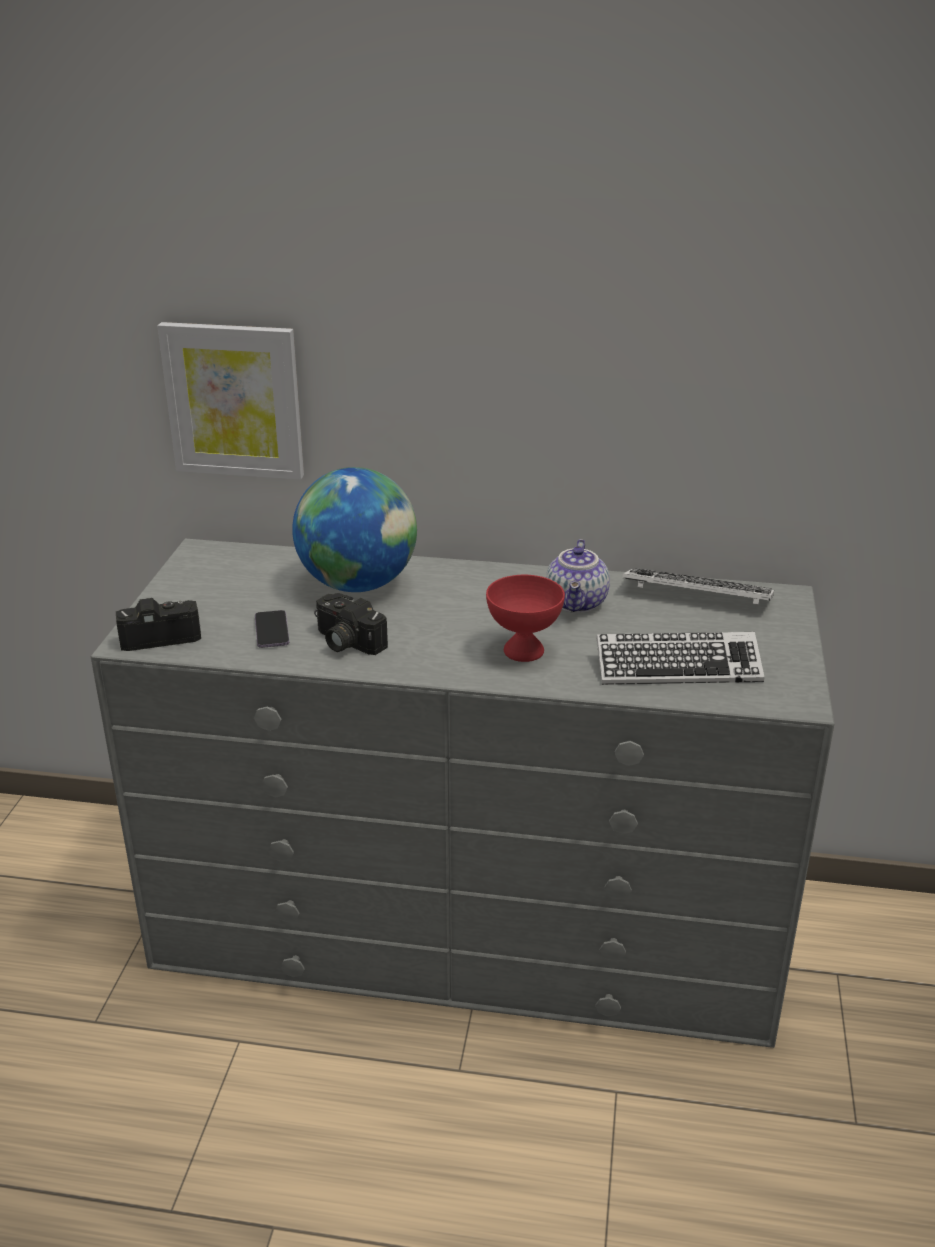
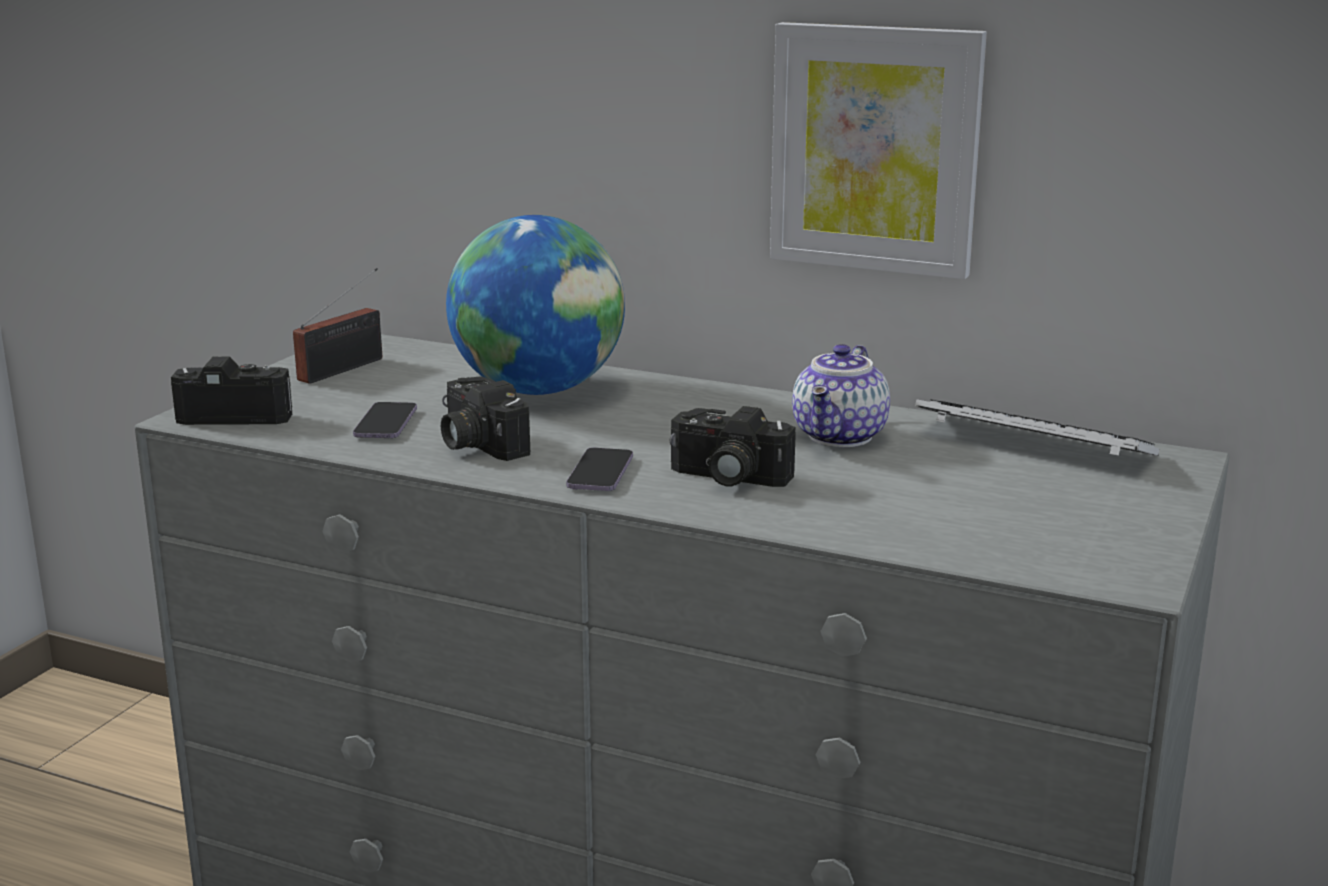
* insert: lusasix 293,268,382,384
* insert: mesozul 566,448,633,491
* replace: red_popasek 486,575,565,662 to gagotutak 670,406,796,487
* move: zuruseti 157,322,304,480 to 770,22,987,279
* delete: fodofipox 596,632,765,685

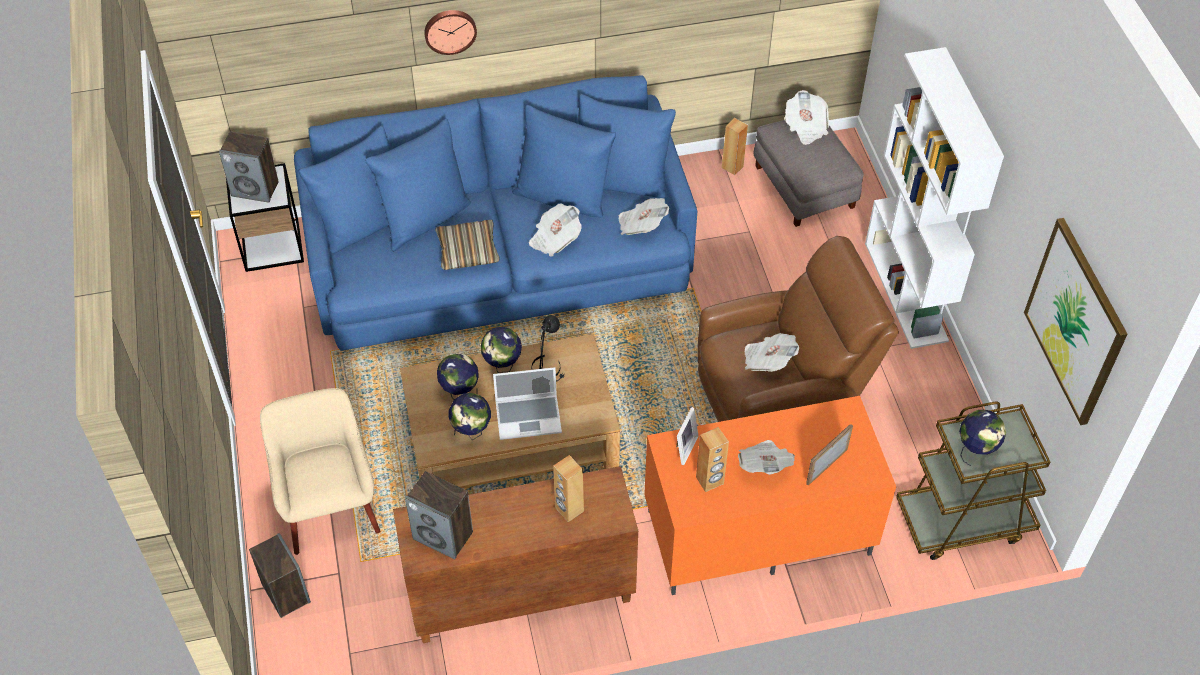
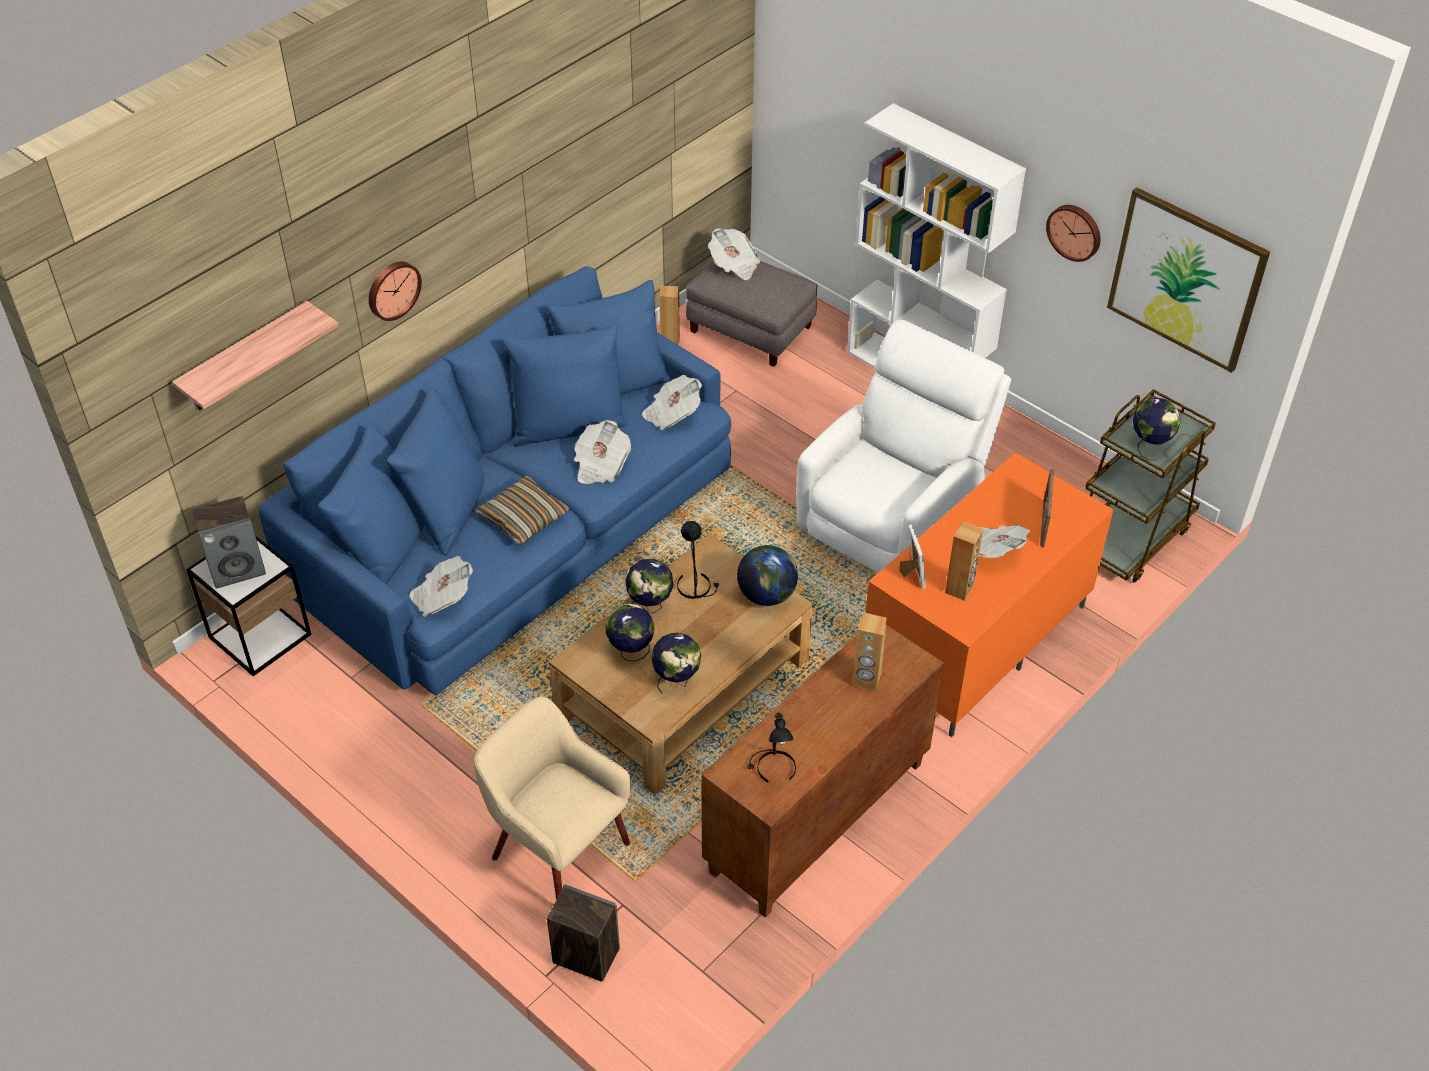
* insert: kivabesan 172,301,339,410
* move: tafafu 745,333,799,372 to 409,556,473,617
* insert: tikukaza 737,545,798,606
* replace: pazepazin 405,471,473,559 to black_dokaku 747,713,796,782
* recolor: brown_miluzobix 698,236,899,422 to white_miluzobix 796,320,1011,573
* insert: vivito 1046,205,1101,262
* delete: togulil 493,367,562,440

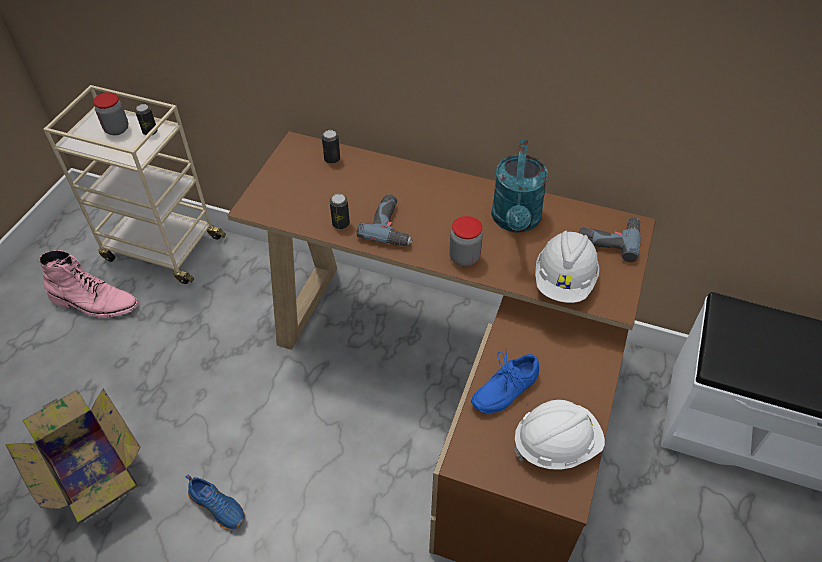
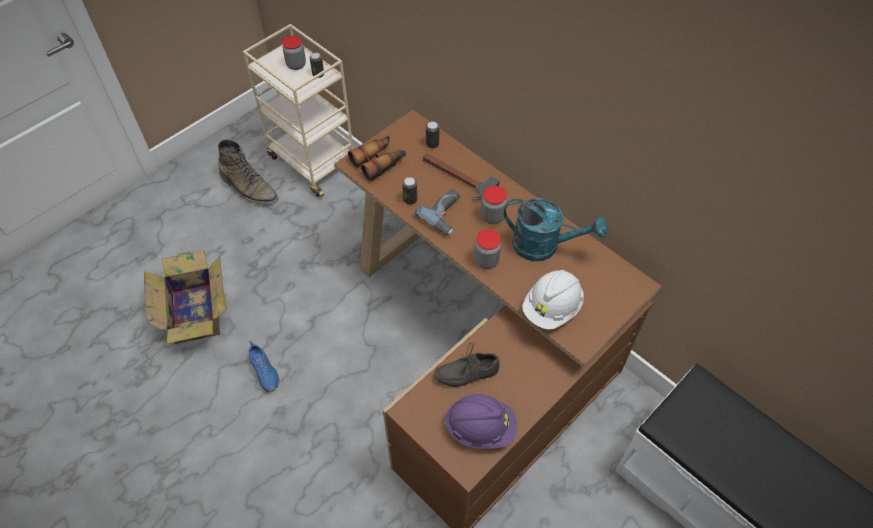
* recolor: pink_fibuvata 39,250,139,318 to green_fibuvata 218,139,278,205
* insert: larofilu 348,136,406,182
* insert: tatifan 423,153,500,200
* recolor: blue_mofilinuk 471,349,539,413 to grey_mofilinuk 434,343,500,387
* recolor: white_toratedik 514,400,605,470 to purple_toratedik 444,394,517,449
* insert: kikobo 481,186,507,224
* rotate: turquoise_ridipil 491,140,548,233 = 504,198,607,261 105 degrees counterclockwise
* delete: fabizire 579,217,641,262

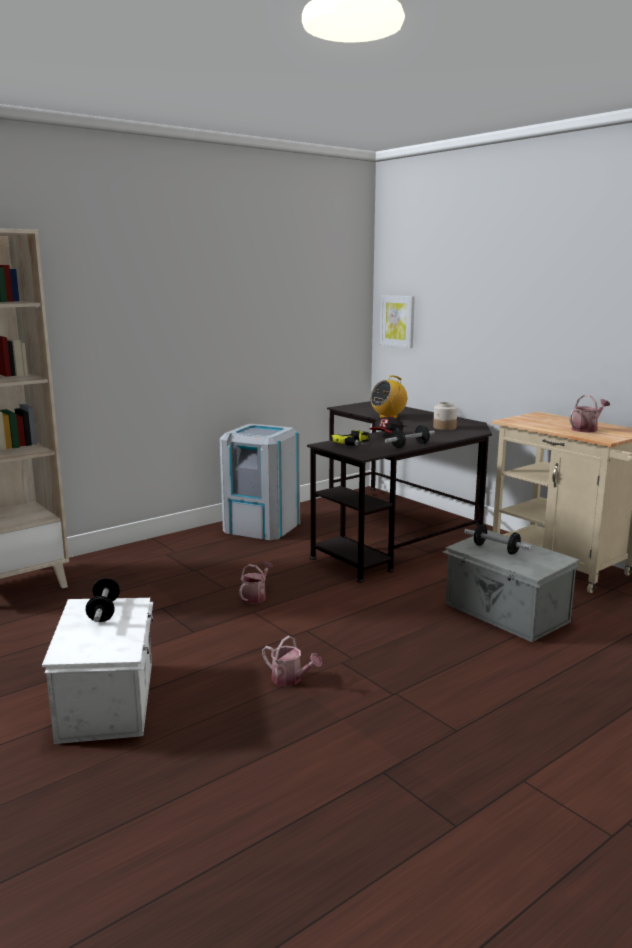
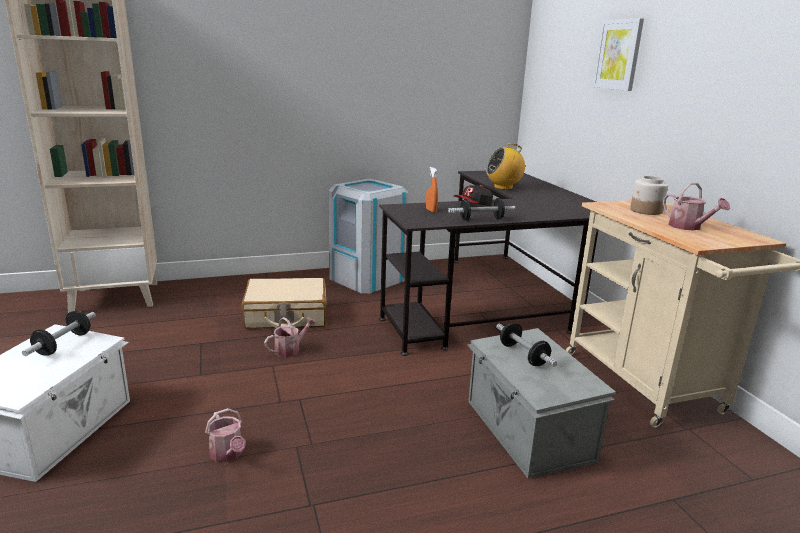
* insert: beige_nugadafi 242,278,326,329
* replace: fabizire 331,430,370,446 to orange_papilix 426,167,438,213
* move: zuruseti 380,295,415,348 to 593,18,644,91
* move: kikobo 433,402,457,430 to 630,176,668,215
* rotate: ridipil 569,395,610,433 = 663,182,730,231 75 degrees clockwise

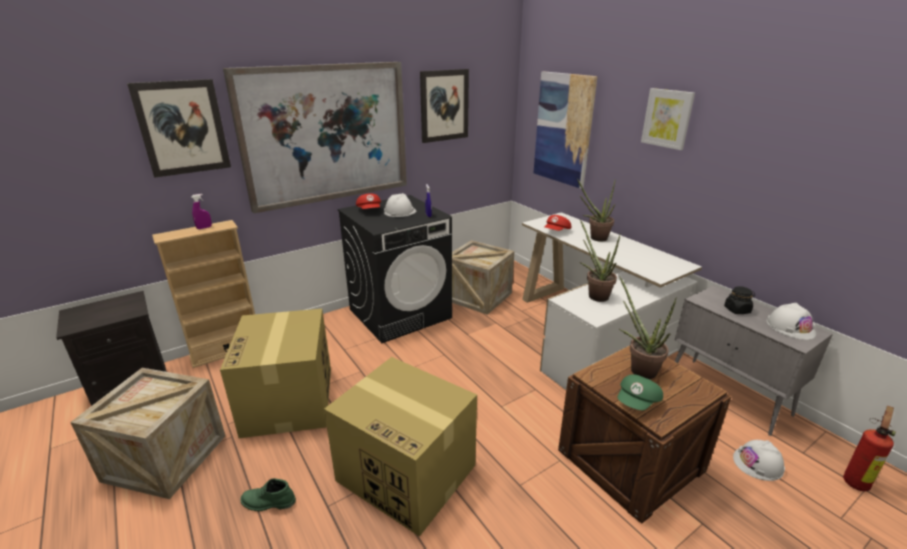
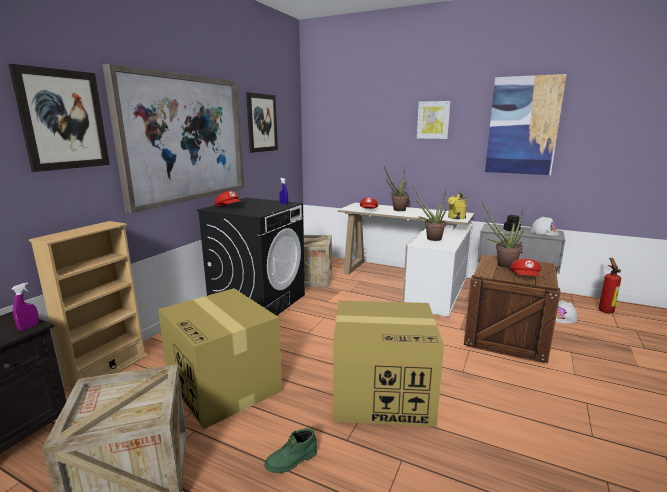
* move: purple_papilix 191,194,212,229 to 12,283,39,331
* insert: yellow_ridipil 448,193,467,219
* move: zuruseti 534,71,597,189 to 485,74,567,175
* recolor: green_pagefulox 617,374,663,410 to red_pagefulox 509,259,541,276
* delete: white_toratedik 384,193,416,217

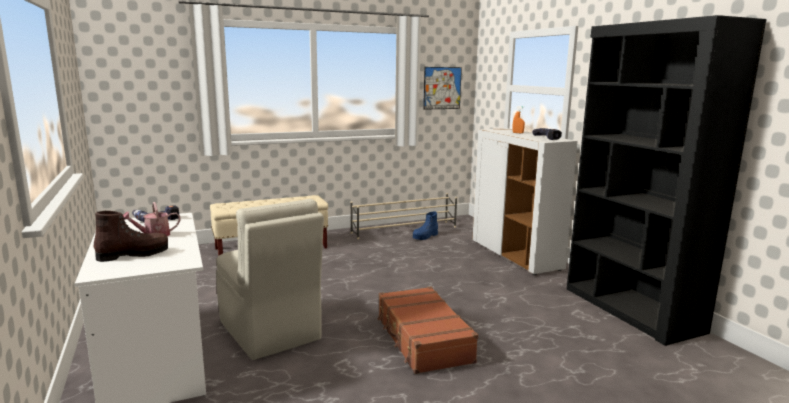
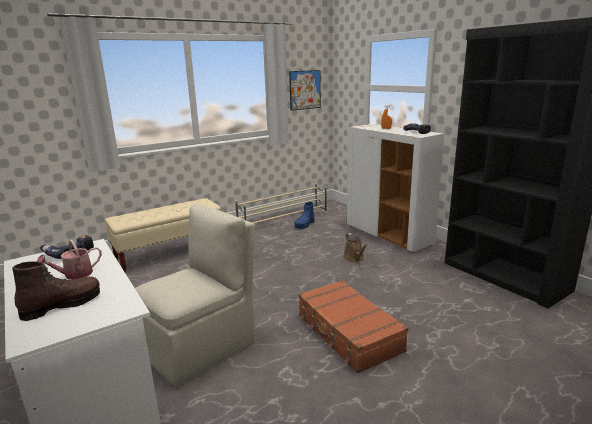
* rotate: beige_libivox 216,199,324,360 = 135,203,255,388 90 degrees counterclockwise
* insert: brown_ridipil 343,233,367,262

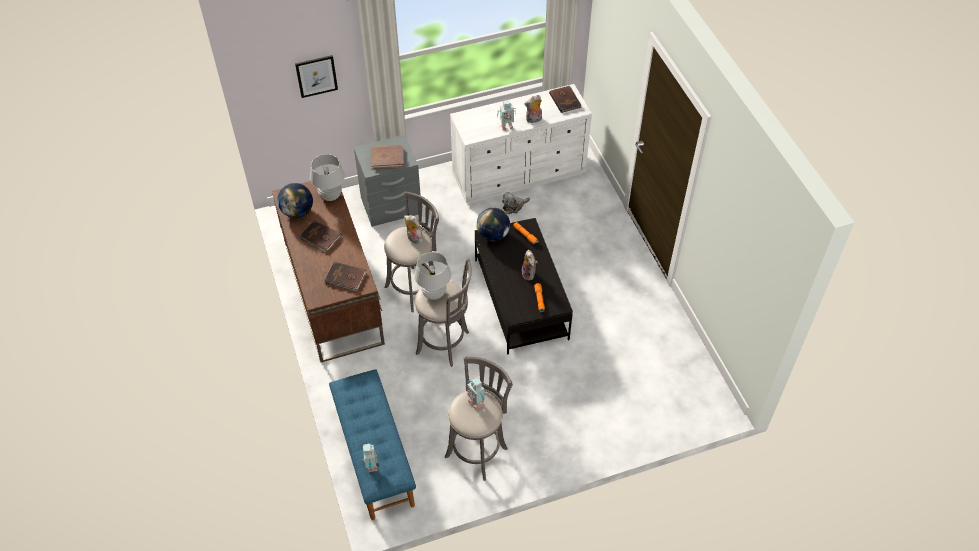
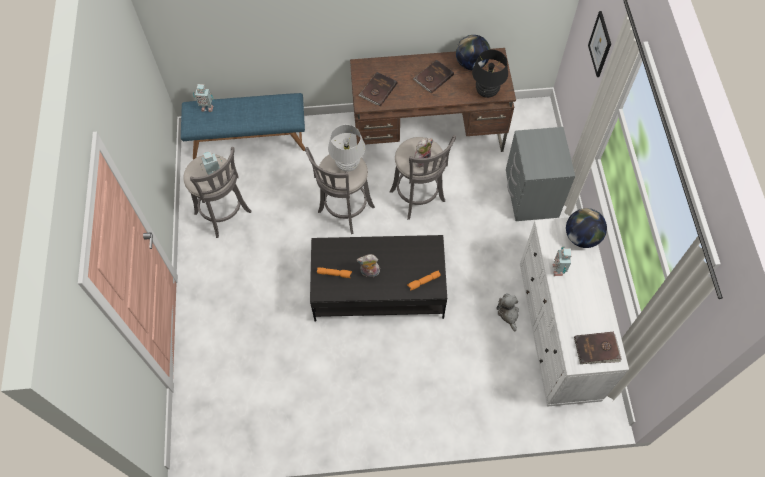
* recolor: white_dokaku 310,154,345,201 to black_dokaku 472,50,508,98
* move: tikukaza 476,208,510,241 to 566,208,607,248
* delete: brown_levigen 371,145,404,170
* delete: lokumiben 524,95,542,123

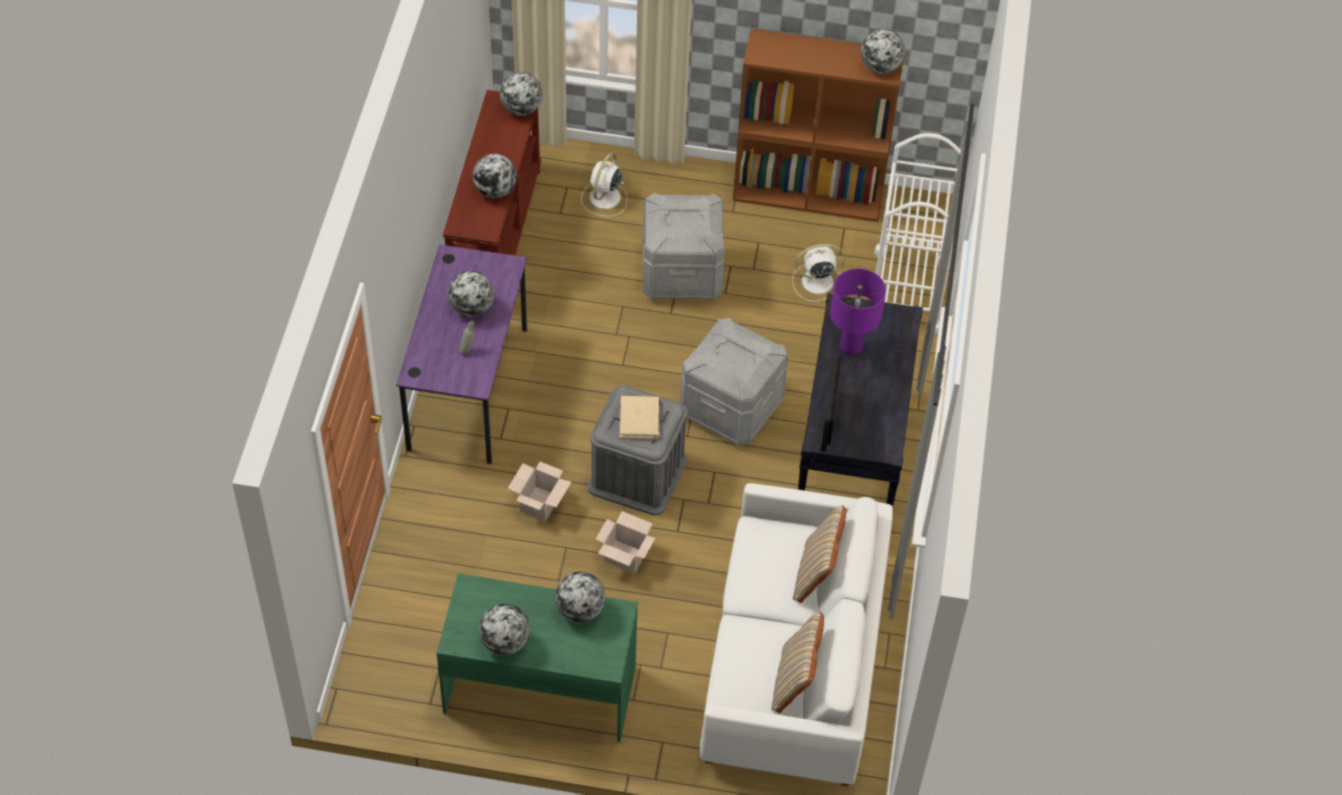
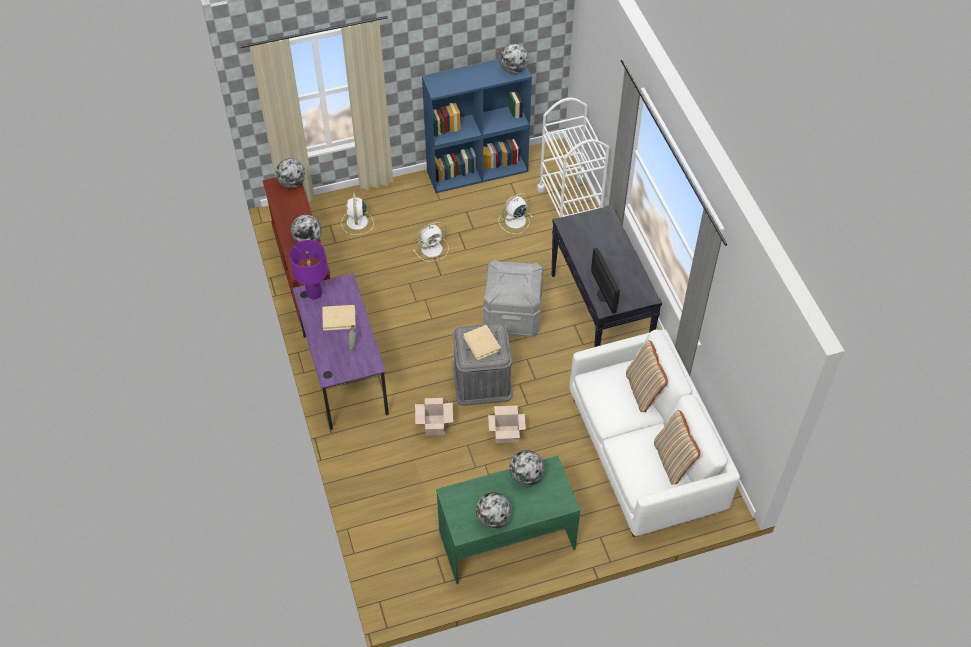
* move: purple_dokaku 830,269,886,356 to 289,240,328,299
* replace: tikukaza 448,271,494,317 to beige_levigen 323,305,356,331
* replace: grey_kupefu 643,193,725,300 to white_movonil 413,222,449,262
* recolor: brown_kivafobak 733,28,904,222 to blue_kivafobak 422,60,532,193

